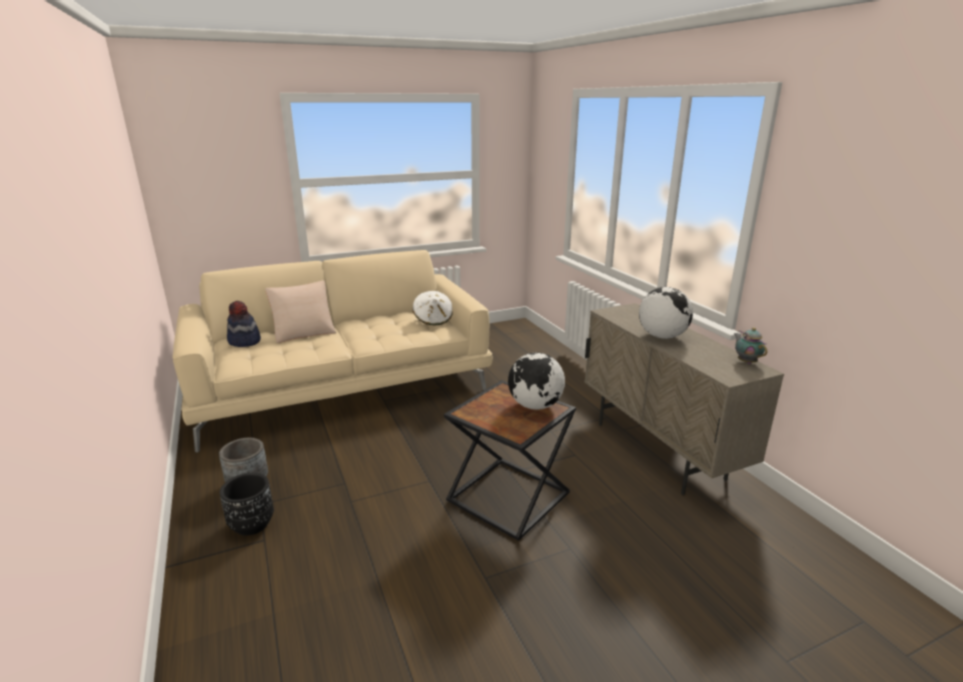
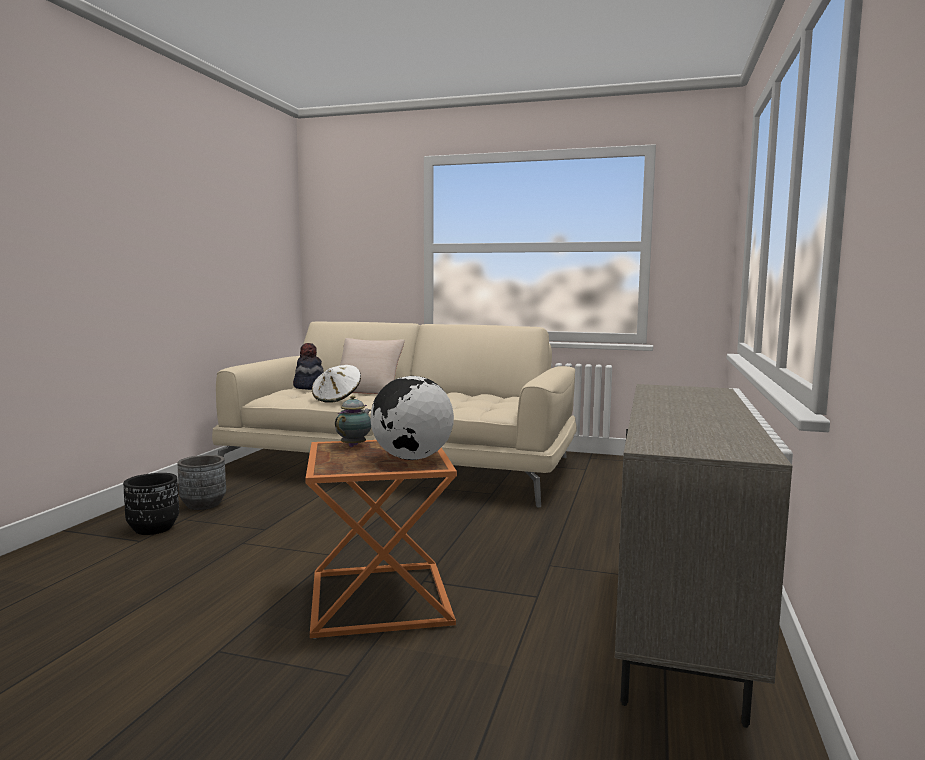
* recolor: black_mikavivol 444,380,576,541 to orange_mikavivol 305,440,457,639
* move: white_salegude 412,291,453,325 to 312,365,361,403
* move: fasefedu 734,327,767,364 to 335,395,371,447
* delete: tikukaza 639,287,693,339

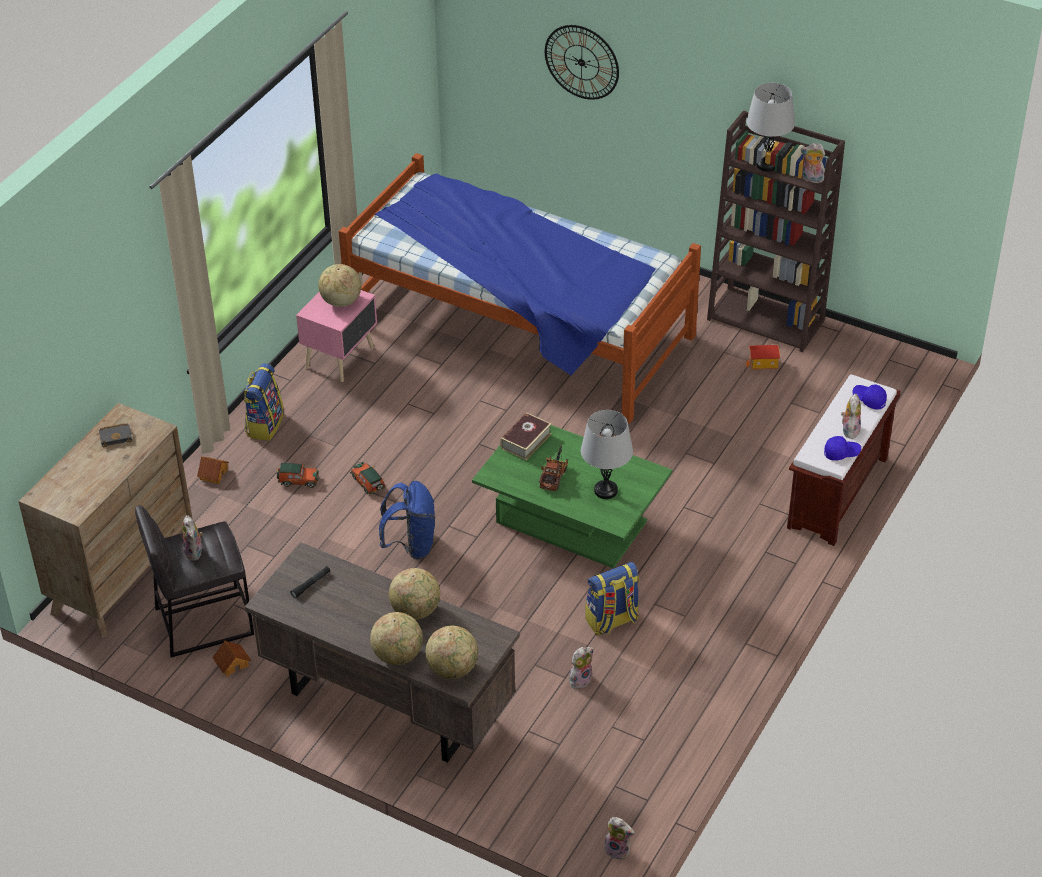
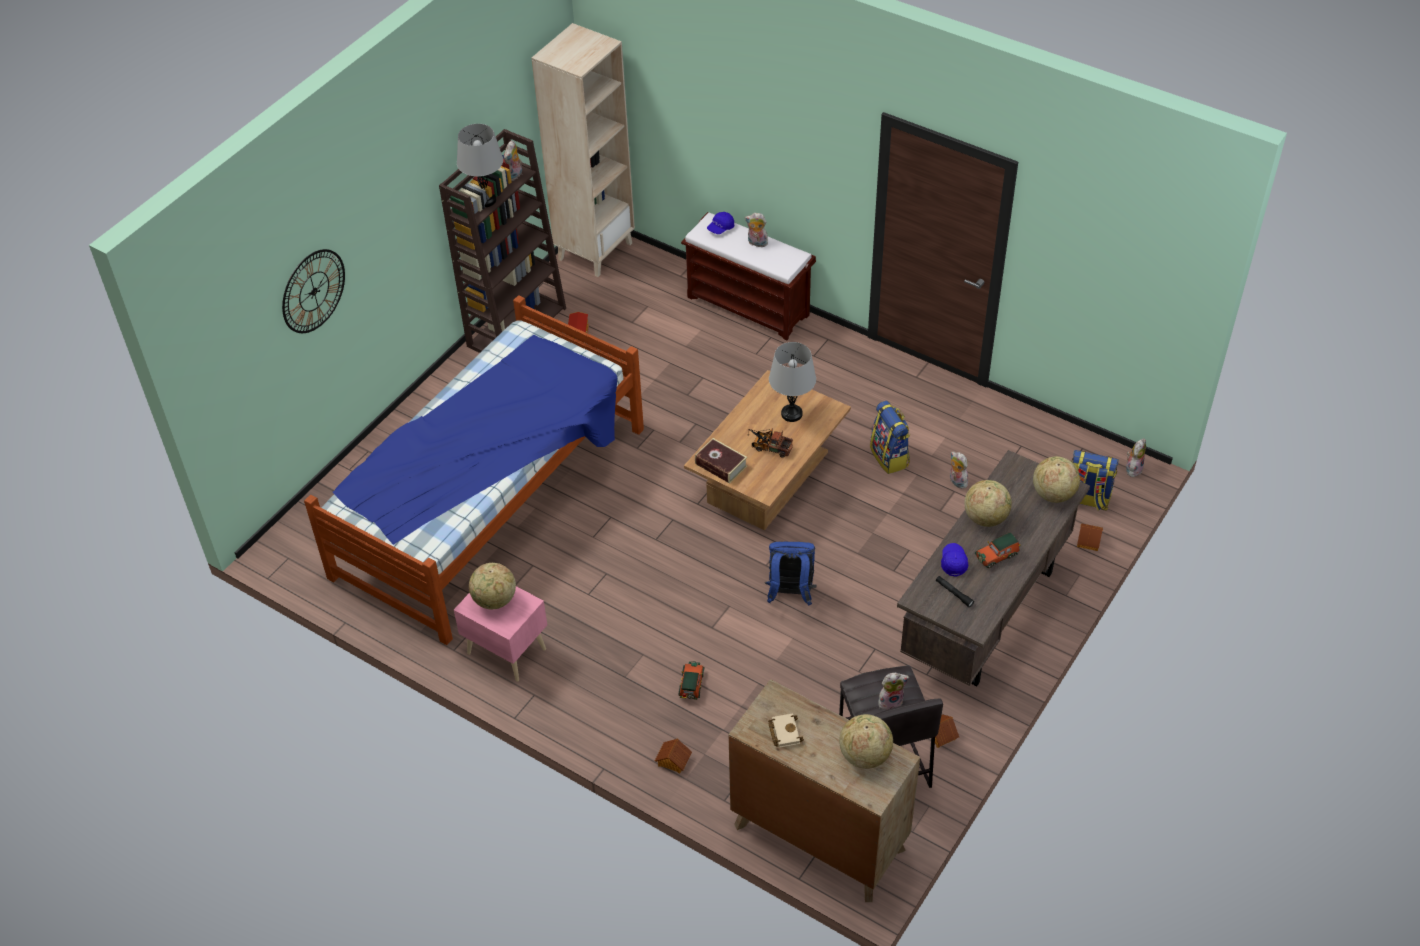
* insert: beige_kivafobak 531,23,635,277
* recolor: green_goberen 472,425,672,568 to brown_goberen 684,370,851,530
* recolor: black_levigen 99,423,132,447 to beige_levigen 768,713,804,748
* move: tikukaza 370,612,423,665 to 839,714,893,769
* move: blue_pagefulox 824,436,861,461 to 941,543,968,576
* move: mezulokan 350,462,385,495 to 975,532,1020,568
* move: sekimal 244,363,284,441 to 1071,450,1119,511
* insert: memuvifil 1077,523,1103,551

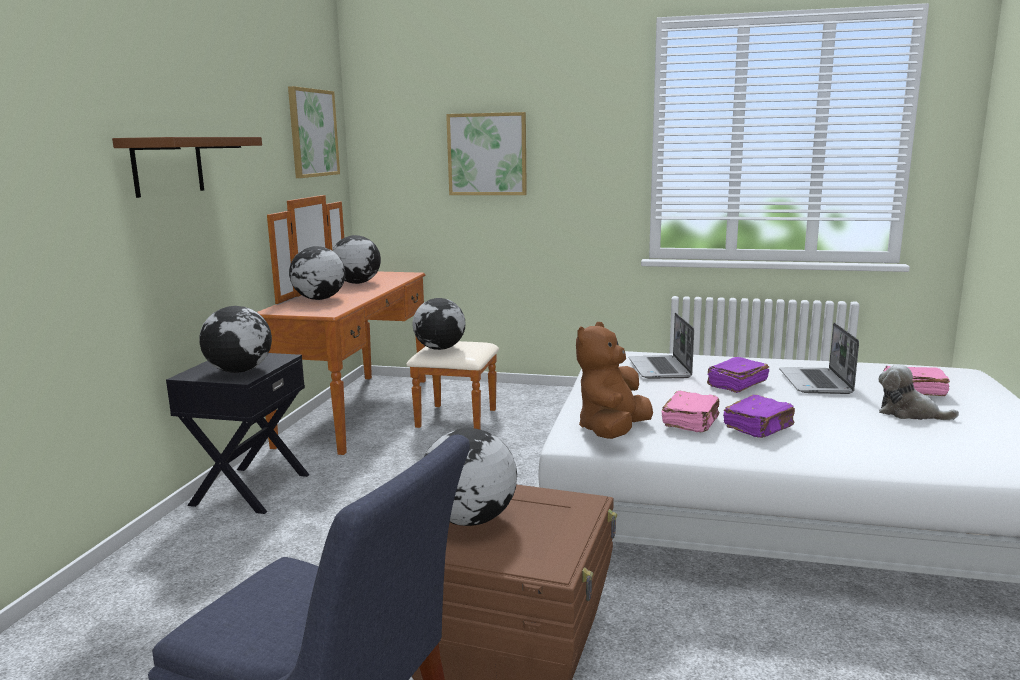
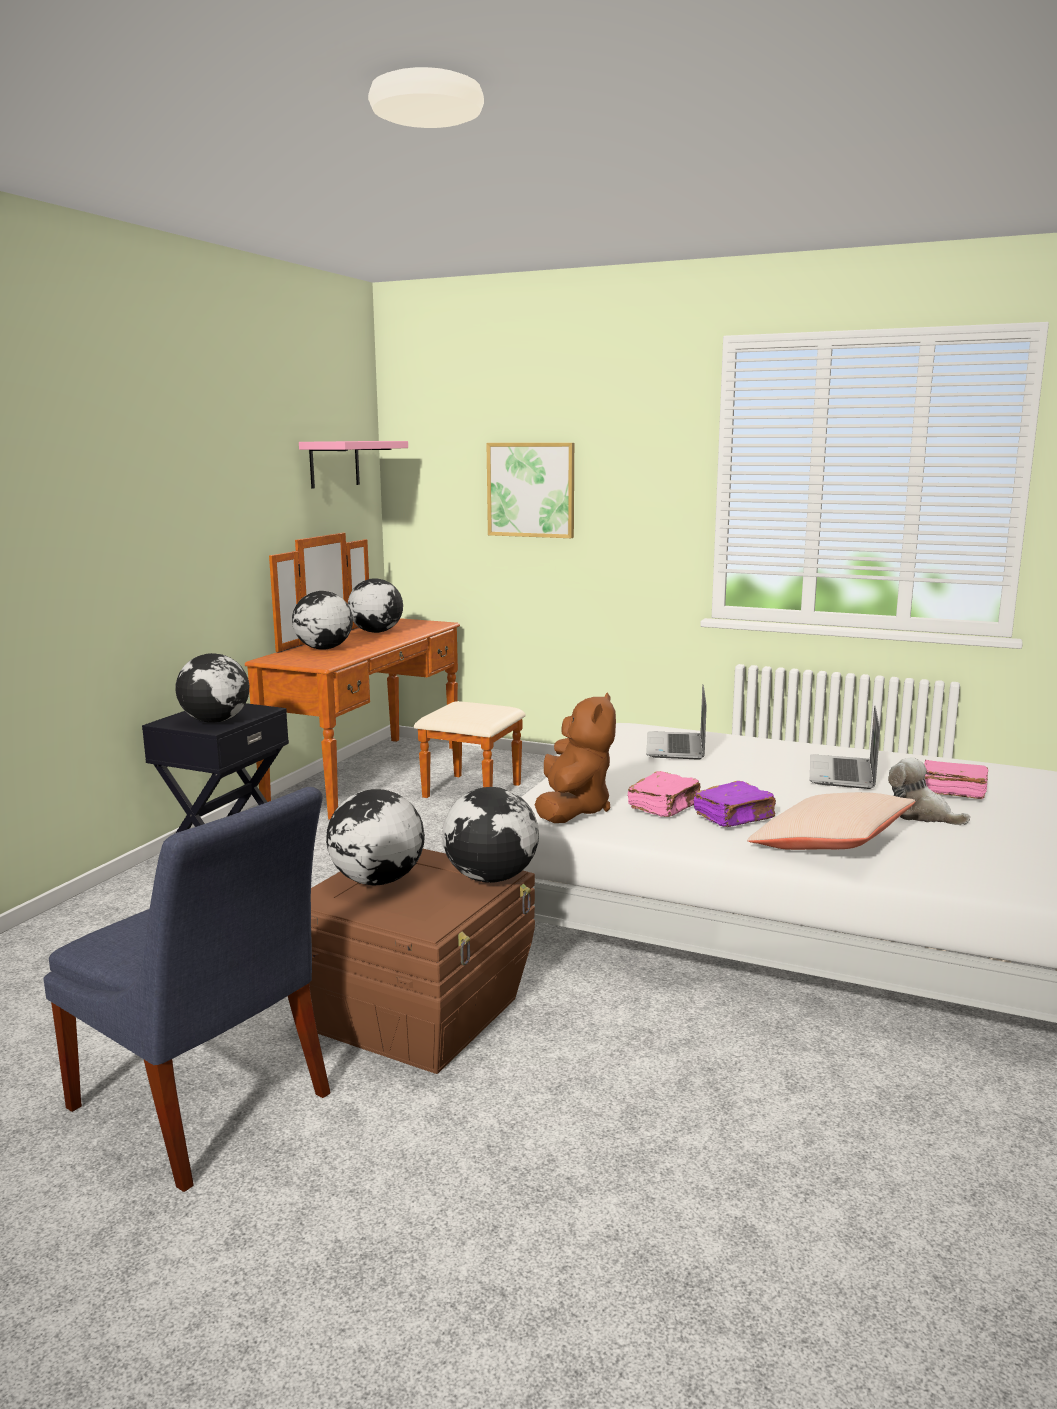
* replace: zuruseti 288,86,340,178 to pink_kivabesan 299,441,408,489
* move: tikukaza 413,298,466,350 to 442,787,539,883
* rotate: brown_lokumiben 576,322,653,439 = 535,692,616,823 150 degrees clockwise
* insert: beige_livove 747,792,915,850
* delete: brown_kivabesan 112,137,262,198
* delete: purple_levigen 707,357,769,393

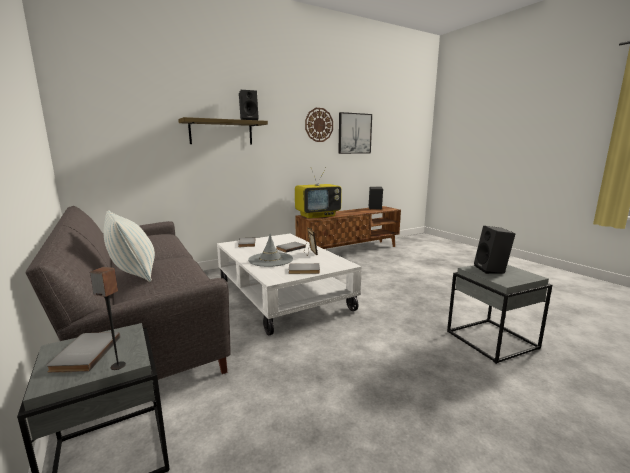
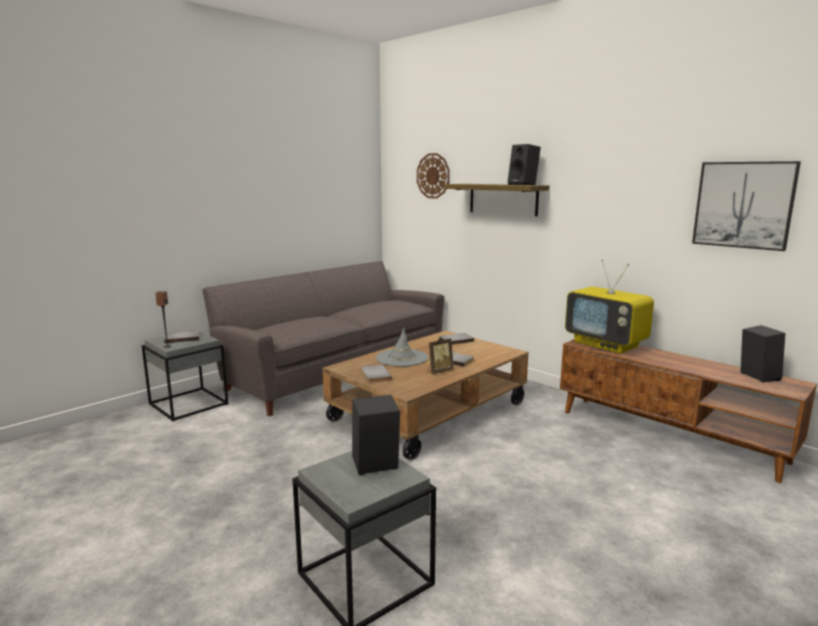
* recolor: white_goberen 217,234,362,336 to brown_goberen 322,330,529,460
* move: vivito 305,108,333,142 to 417,153,450,199
* delete: livove 104,210,155,282

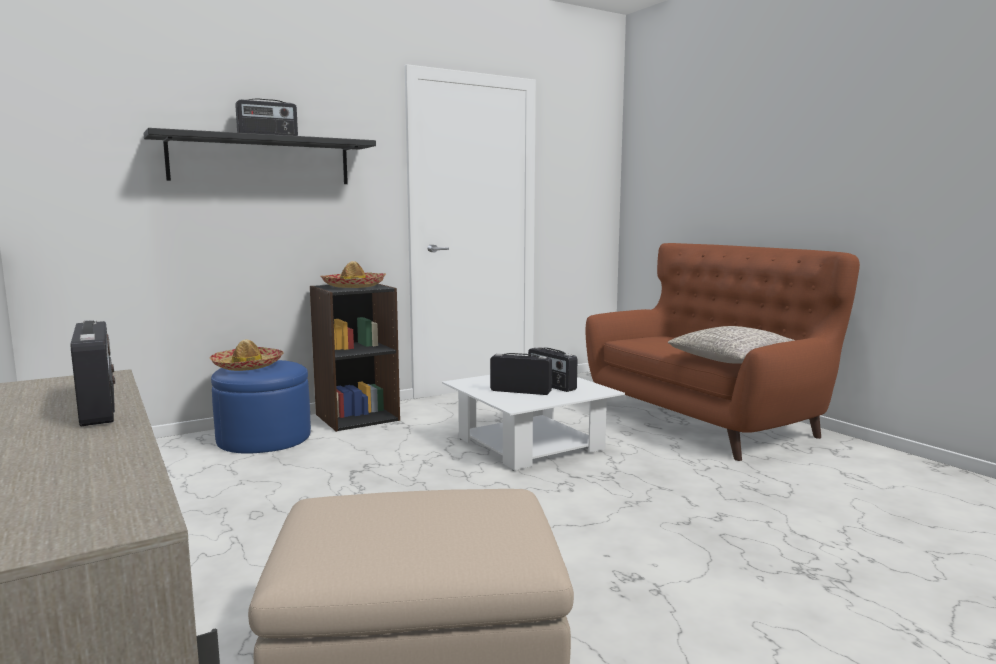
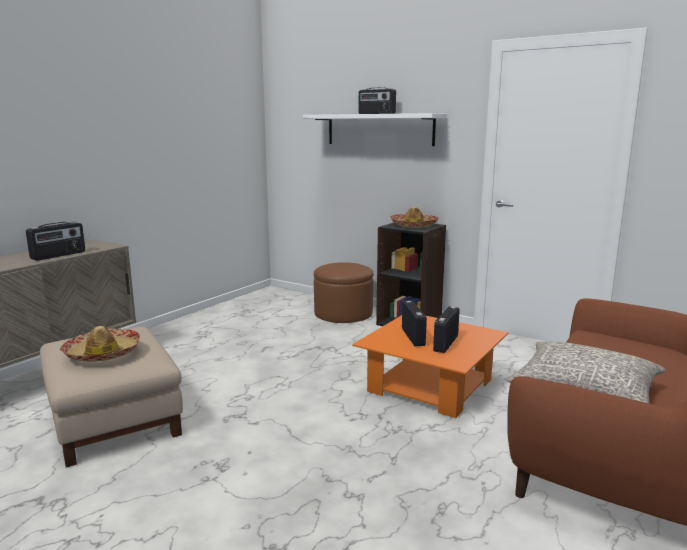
* move: salegude 210,339,284,371 to 60,326,140,362
* recolor: black_kivabesan 143,128,376,184 to white_kivabesan 303,113,447,146
* recolor: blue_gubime 211,360,311,454 to brown_gubime 314,262,373,323
* recolor: white_goberen 442,375,625,471 to orange_goberen 352,315,508,418

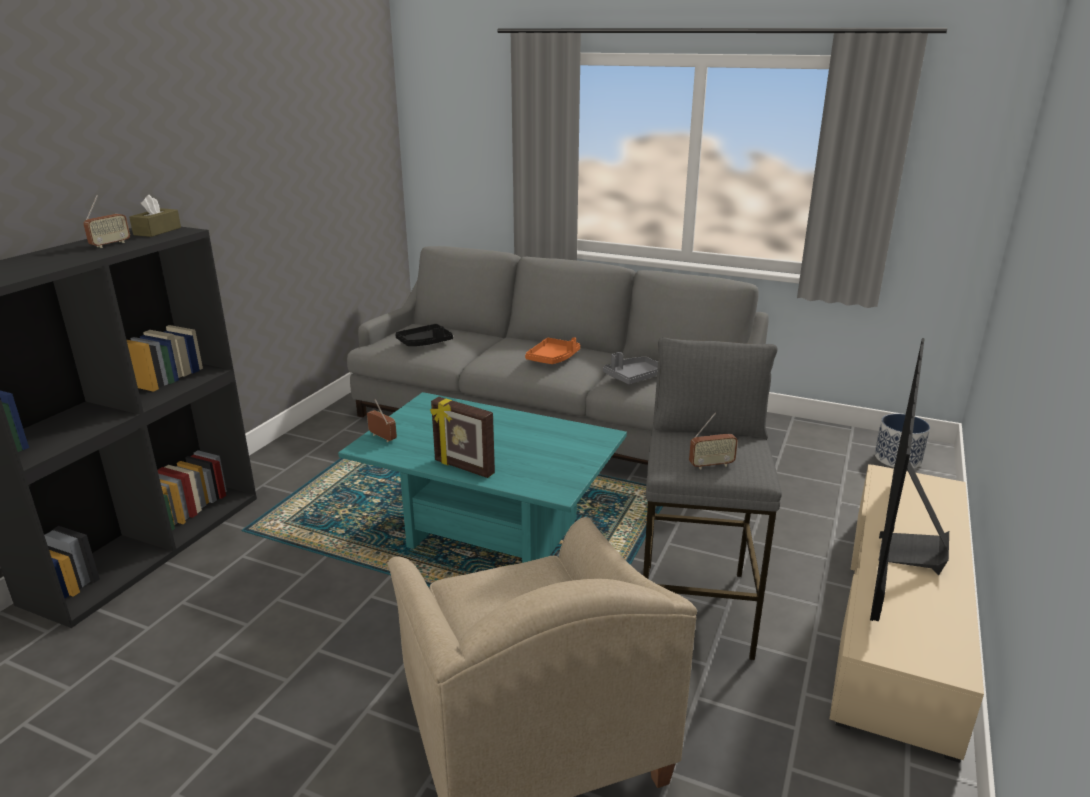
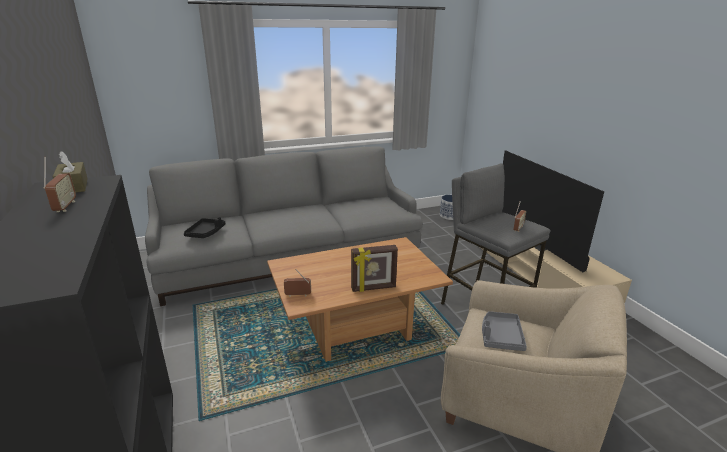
* recolor: turquoise_goberen 338,392,627,563 to brown_goberen 267,237,453,362
* move: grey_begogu 603,352,658,384 to 482,311,527,351
* delete: orange_begogu 525,338,580,364

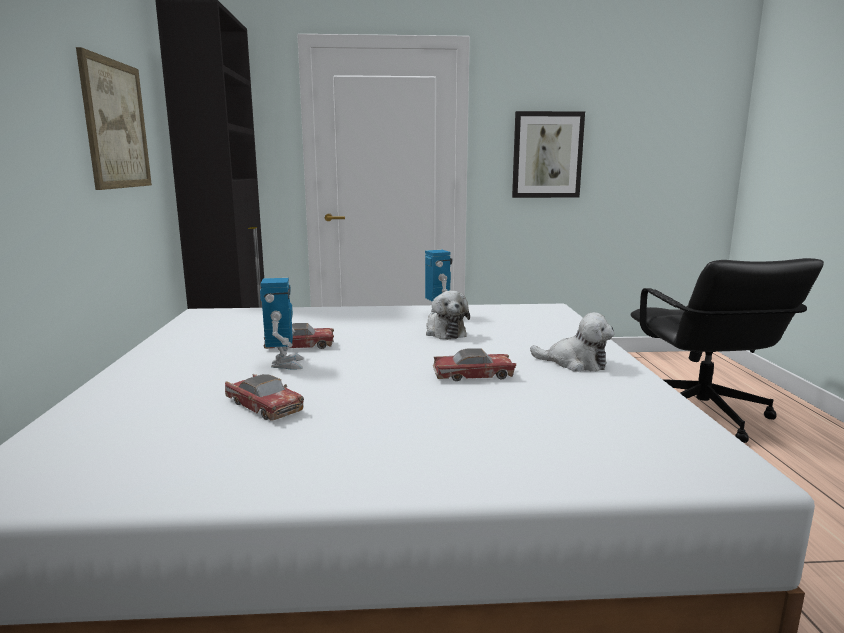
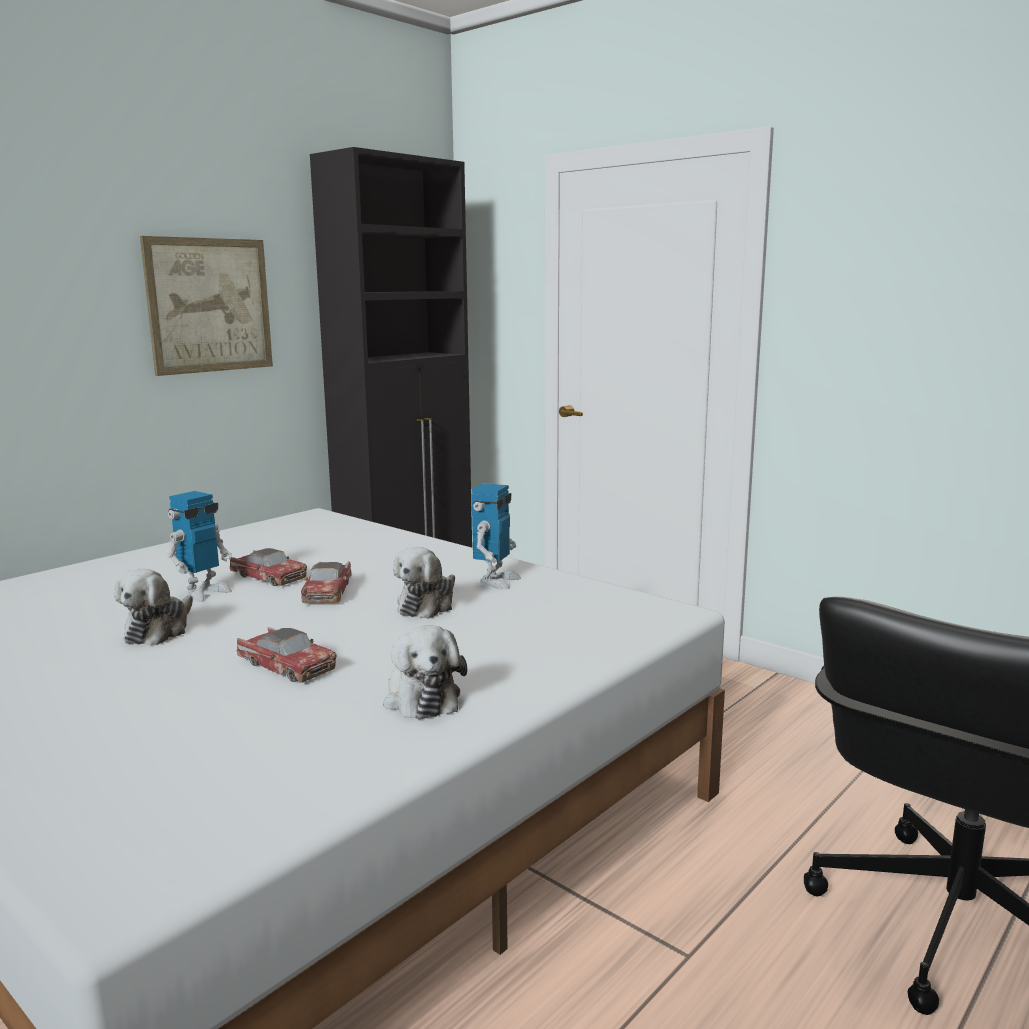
* insert: lokumiben 114,569,193,645
* move: mezulokan 225,374,304,421 to 301,561,352,603
* delete: zuruseti 512,111,585,198

